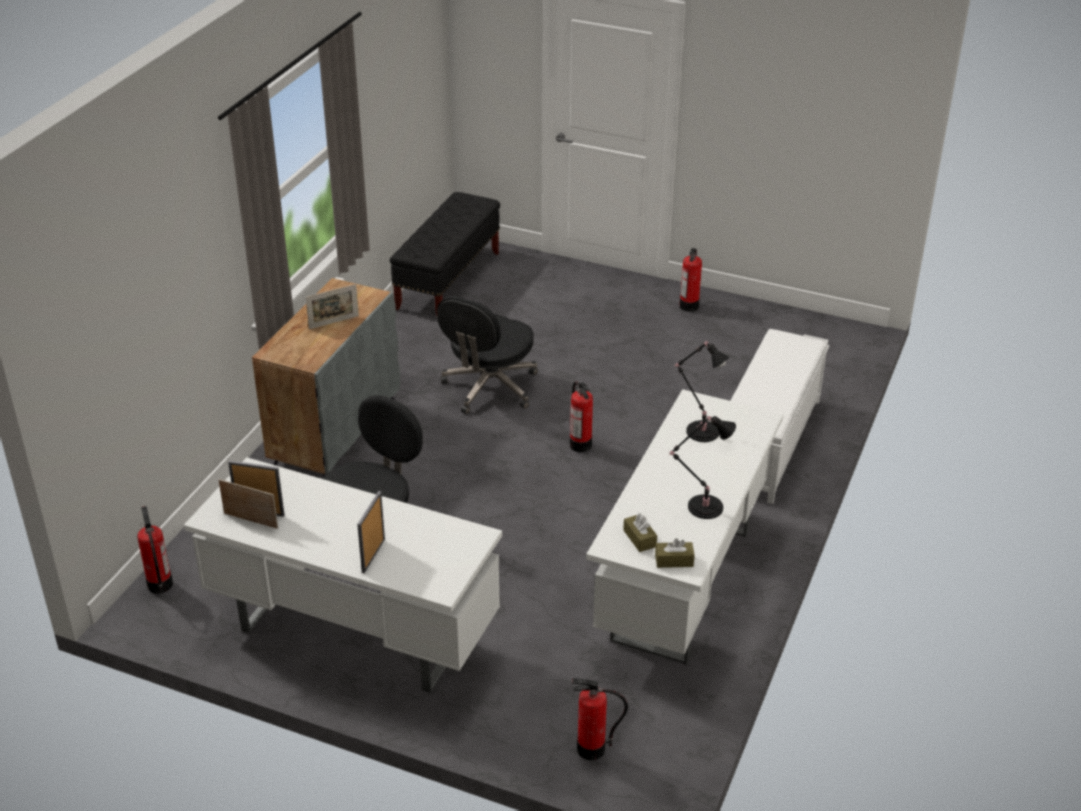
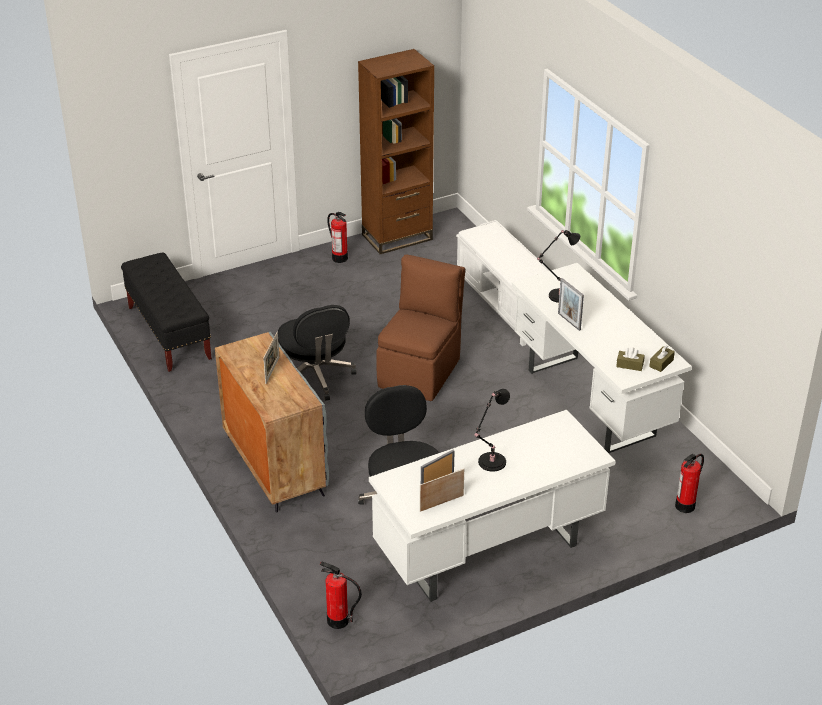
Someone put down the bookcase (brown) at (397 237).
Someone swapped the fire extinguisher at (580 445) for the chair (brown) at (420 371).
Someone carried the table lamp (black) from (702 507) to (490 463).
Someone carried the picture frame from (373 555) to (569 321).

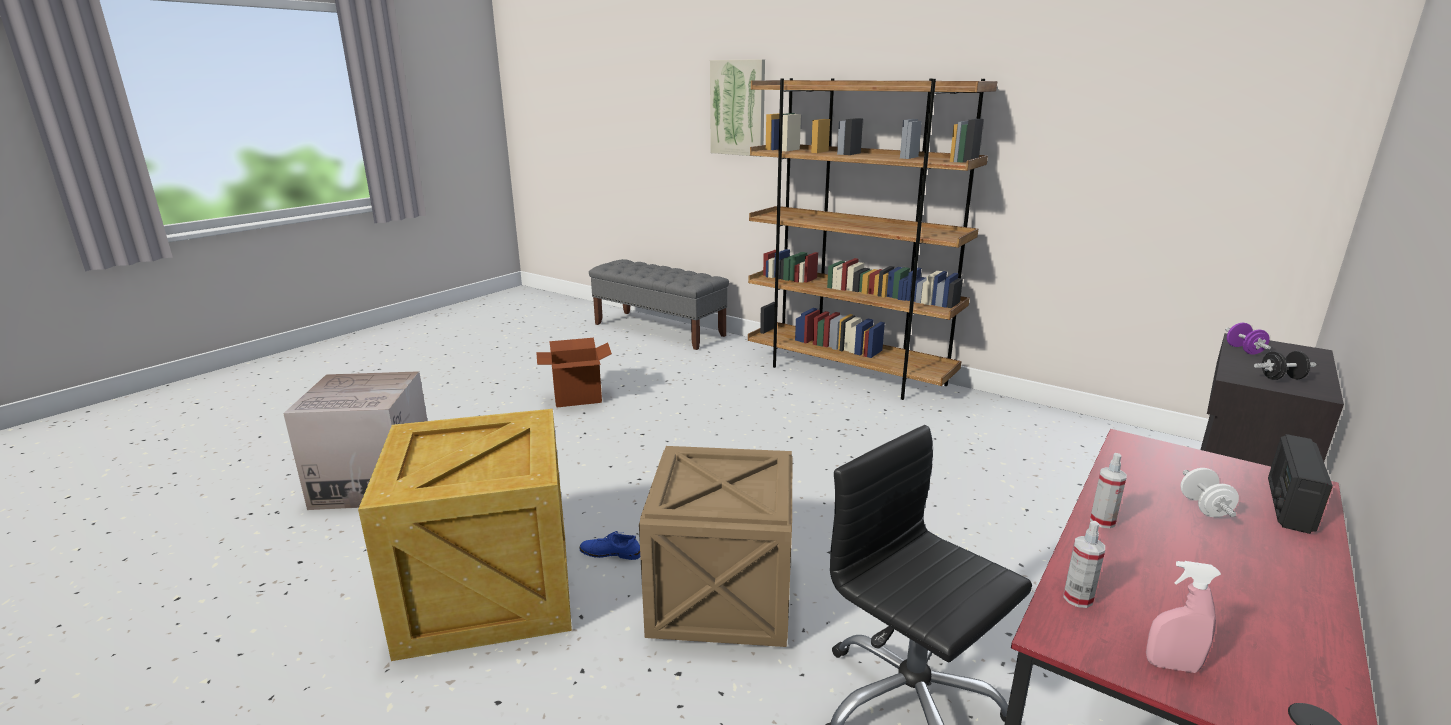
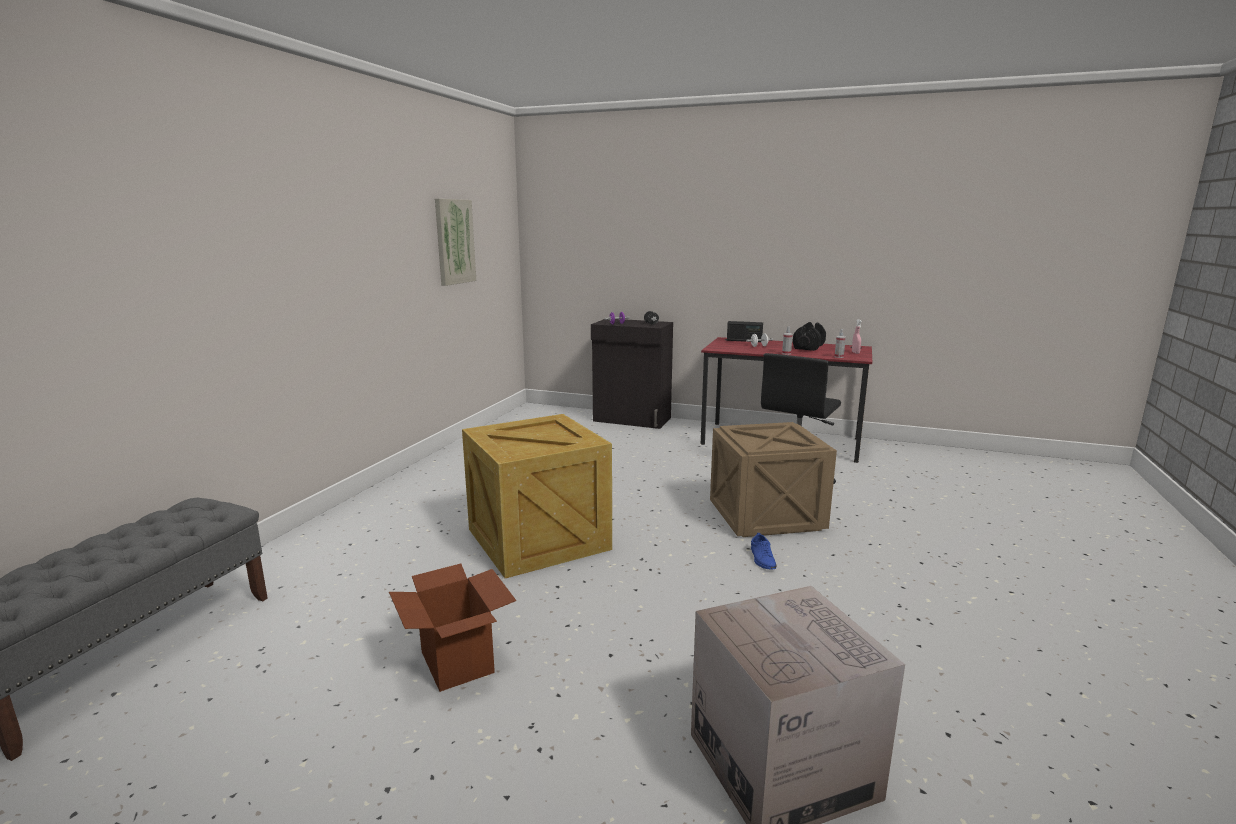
Someone carried the picture from (738 108) to (454 241).
Someone carried the crate from (485 592) to (540 539).
Someone put down the dumbbell (black) at (808 347).
Someone took away the bookcase (brown) at (848 373).

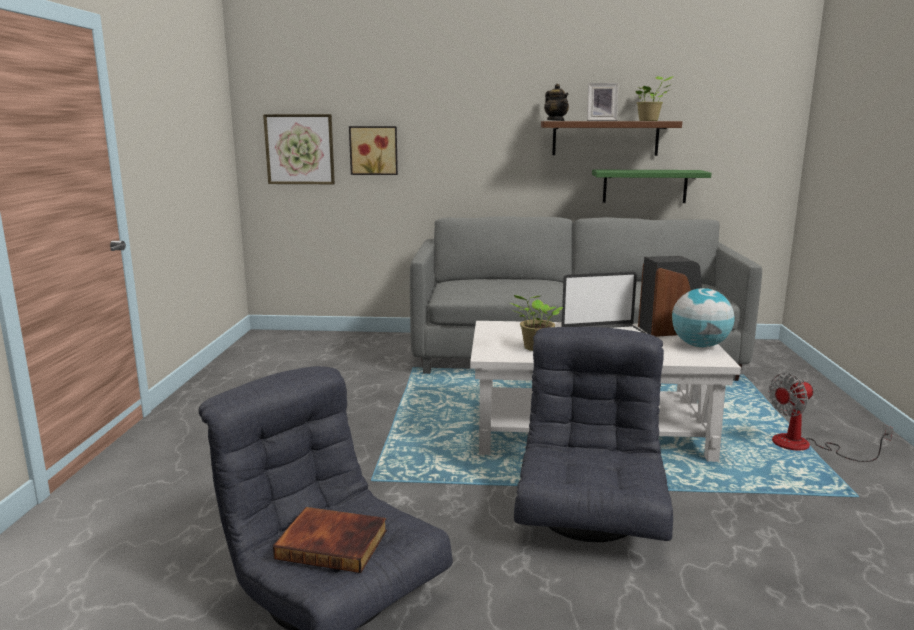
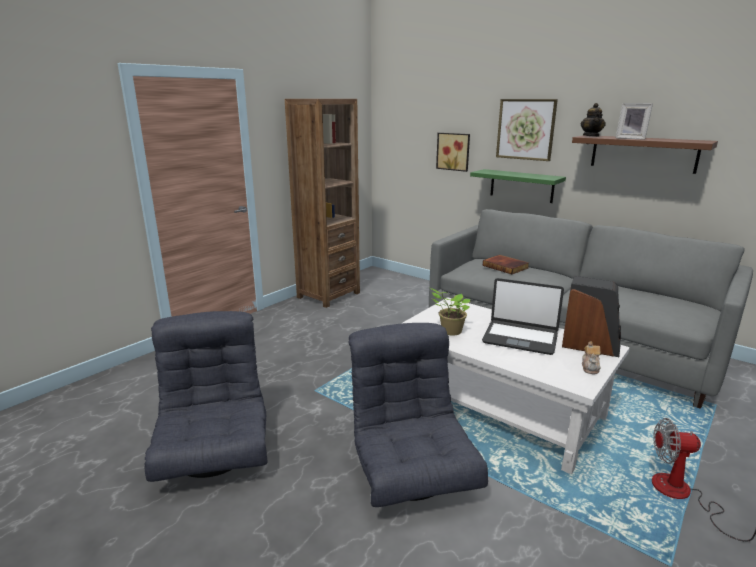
Someone put down the bookcase (brown) at (328 295).
Someone rotated the armchair (grey) at (590 515) by 60 degrees counterclockwise.
Someone carried the shelf (green) from (645 186) to (521 186).
Someone carried the book from (333 543) to (506 266).
Someone carried the picture from (300 149) to (525 129).
Someone swapped the globe at (699 345) for the teapot at (590 367).
Someone took away the potted plant at (650 120).

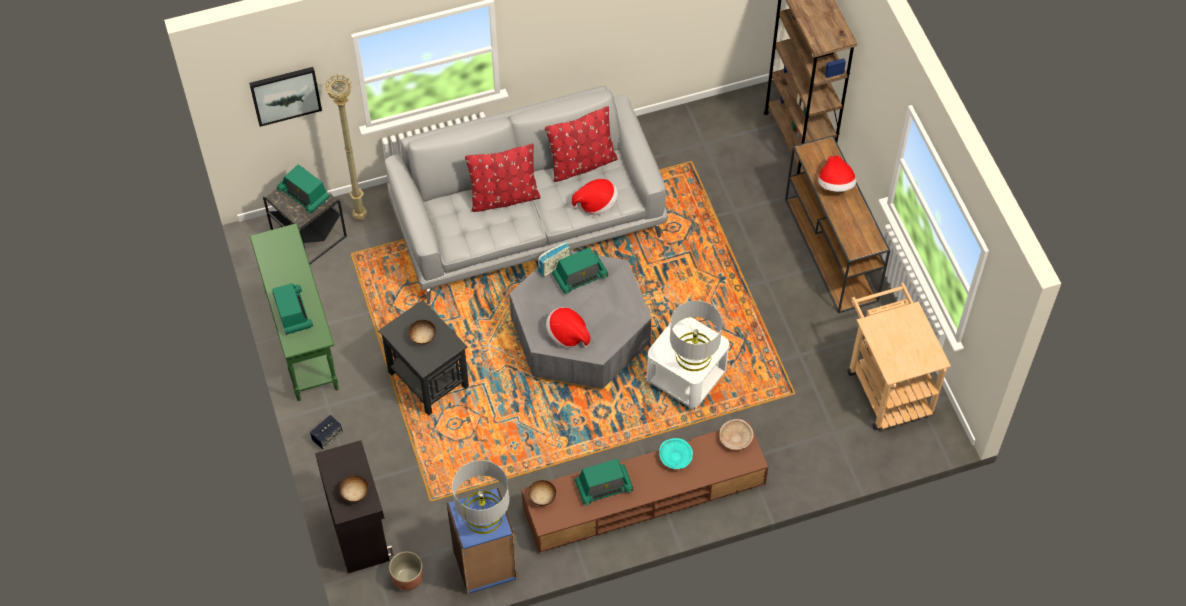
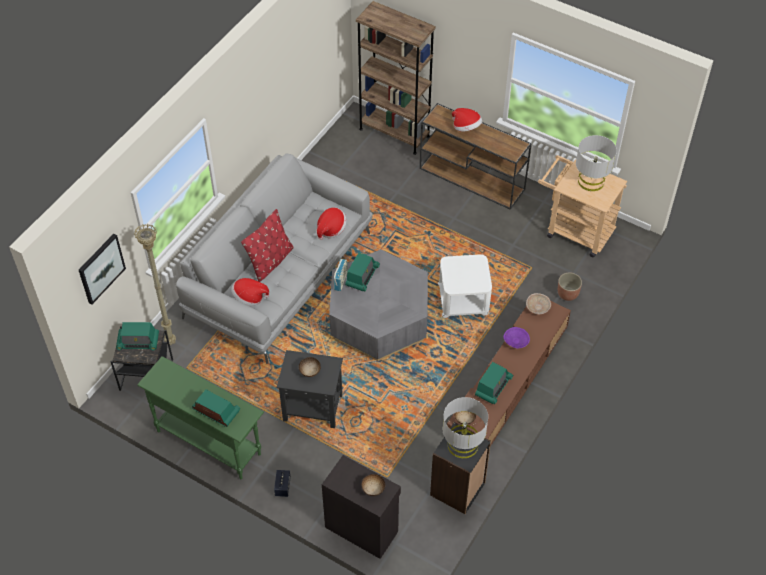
Someone carried the hat from (567 335) to (249 298).
Someone repainted the bookcase (blue) at (485 565), which became the bookcase (black) at (458 489).
Someone repainted the bowl (turquoise) at (675 458), which became the bowl (purple) at (516 341).
Someone carried the planter from (408 578) to (568 294).
Someone carried the table lamp (grey) from (693 356) to (591 181).
Someone took away the pillow (red) at (582 164).

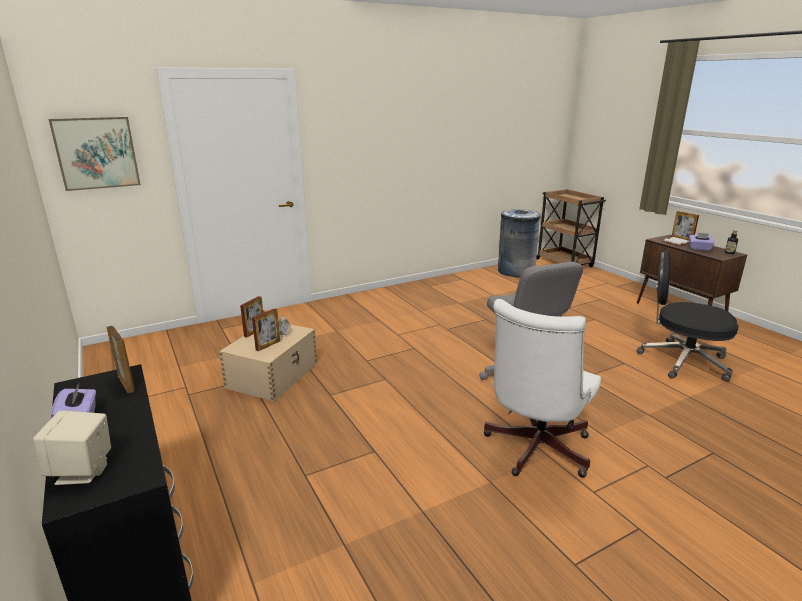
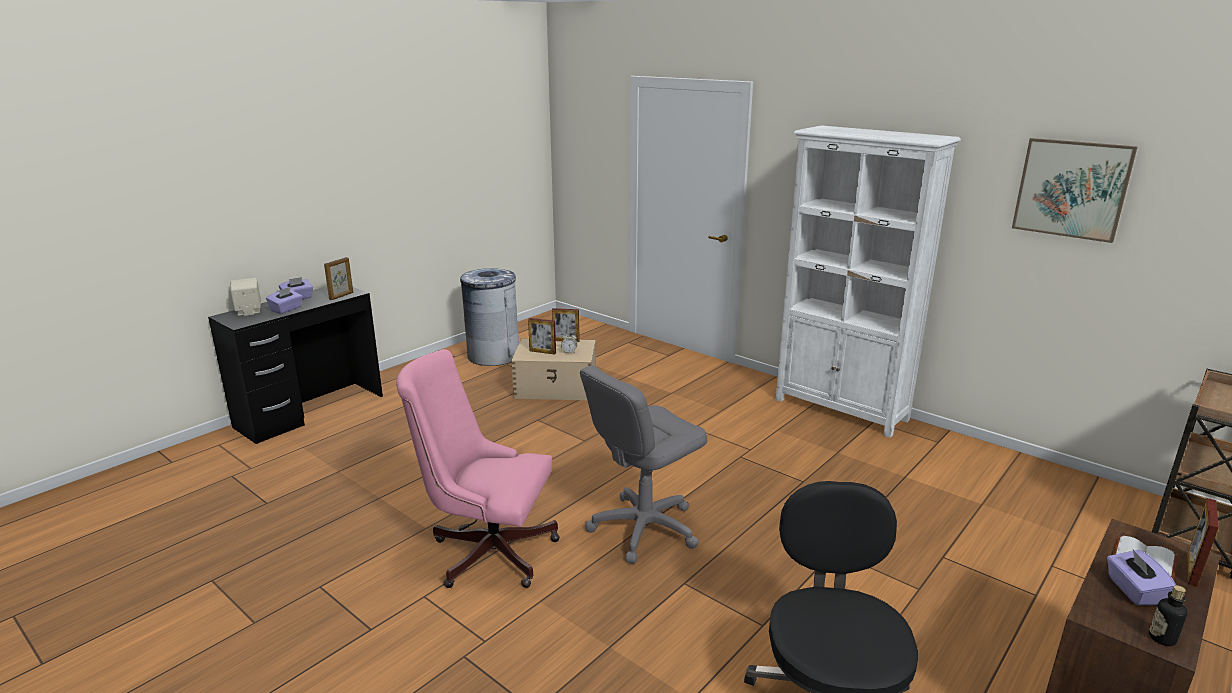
Someone put down the tissue box (purple) at (286 309).
Someone repainted the office chair (white) at (534 450), which became the office chair (pink) at (486 550).
Someone carried the trash can (grey) from (516 271) to (493 356).
Someone put down the bookcase (white) at (841 410).
Someone carried the picture from (96 153) to (1071 189).

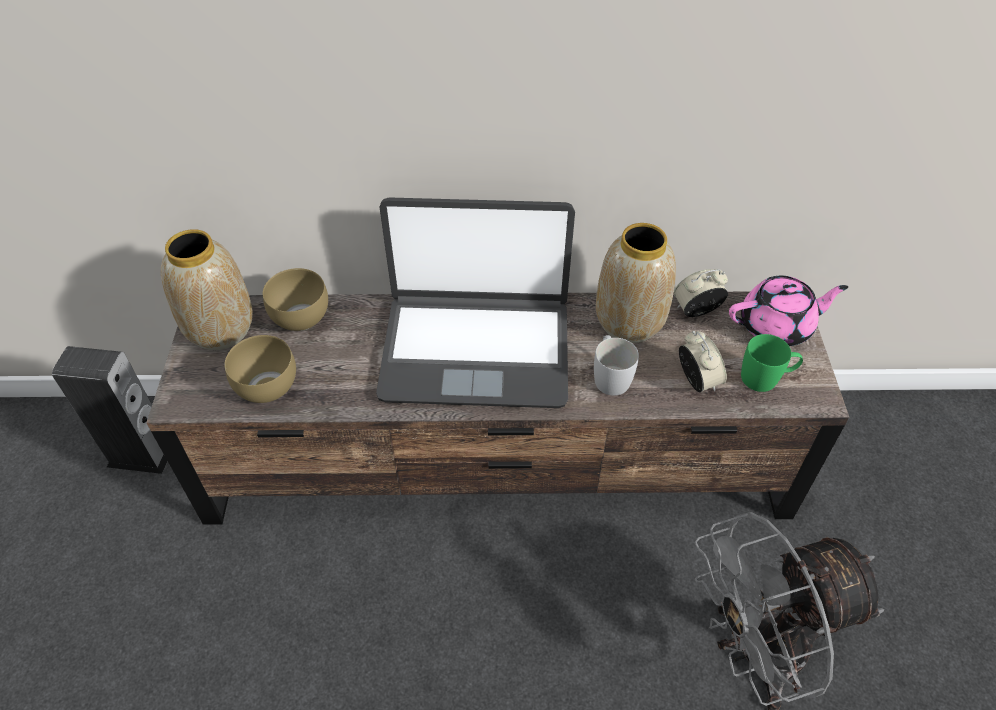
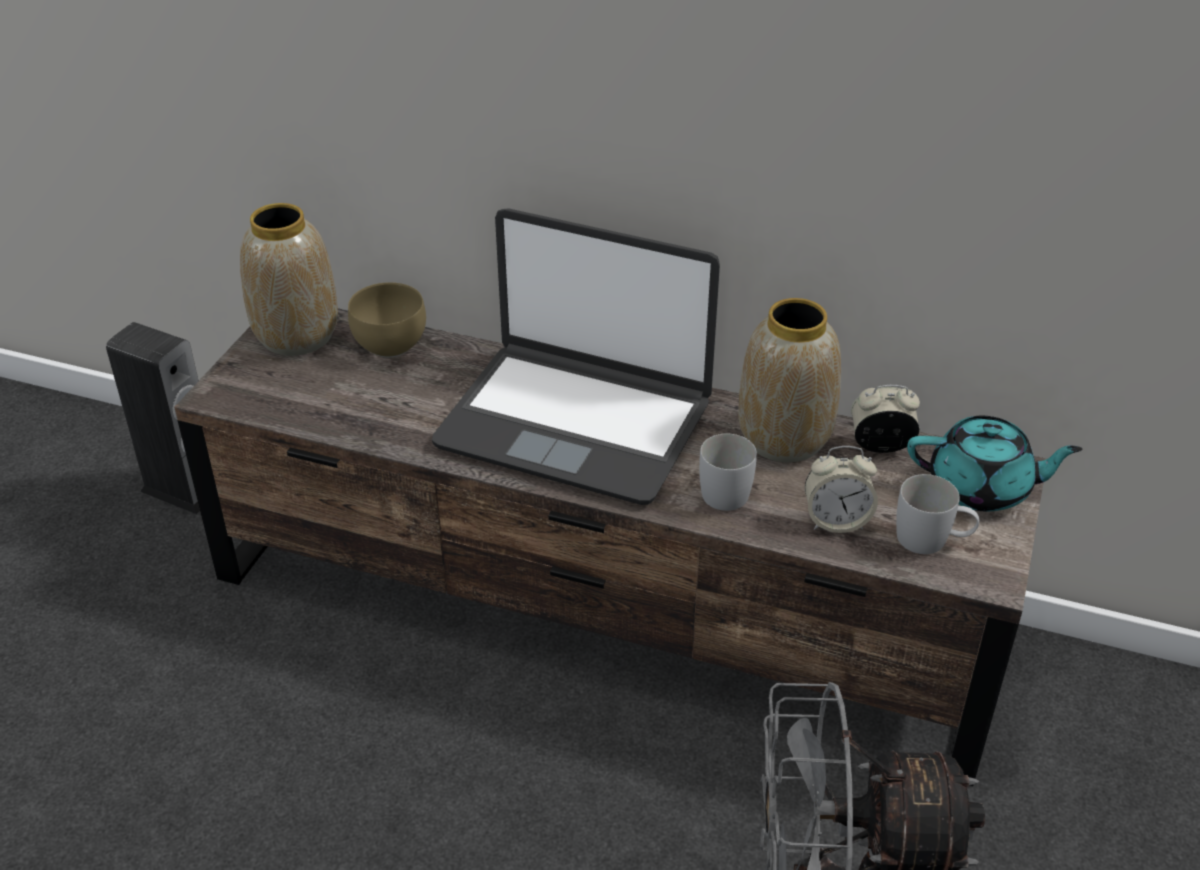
Someone rotated the alarm clock at (697 381) by 90 degrees clockwise.
Someone repainted the mug (green) at (766 378), which became the mug (white) at (932 540).
Someone repainted the teapot (pink) at (777 326), which became the teapot (turquoise) at (981 488).
Someone took away the bowl (brown) at (265 388).

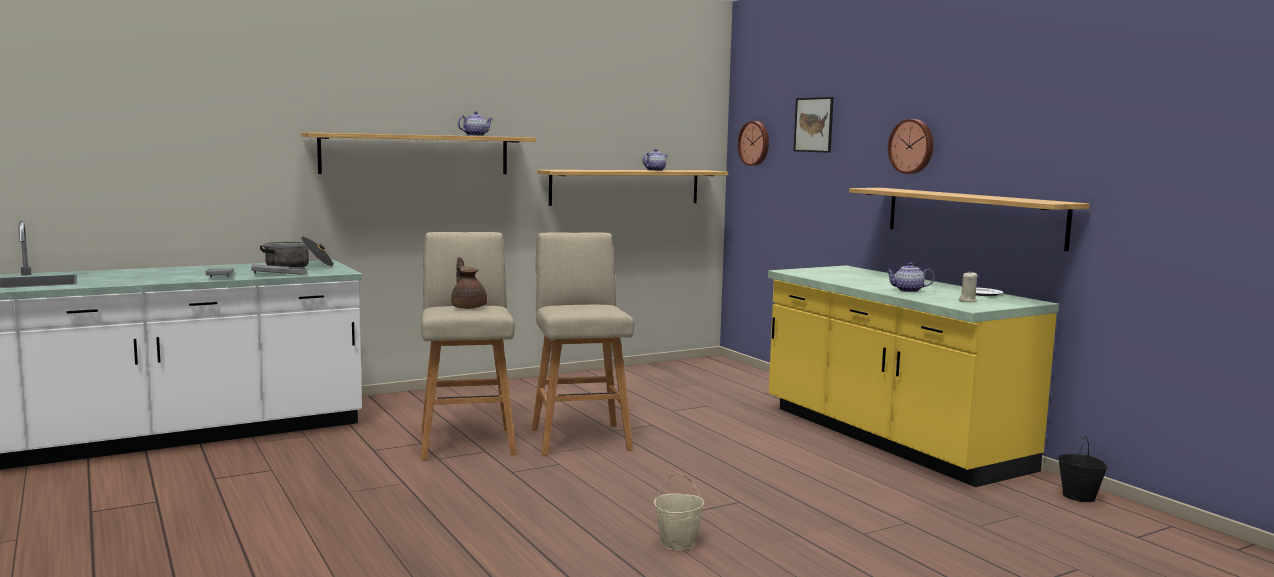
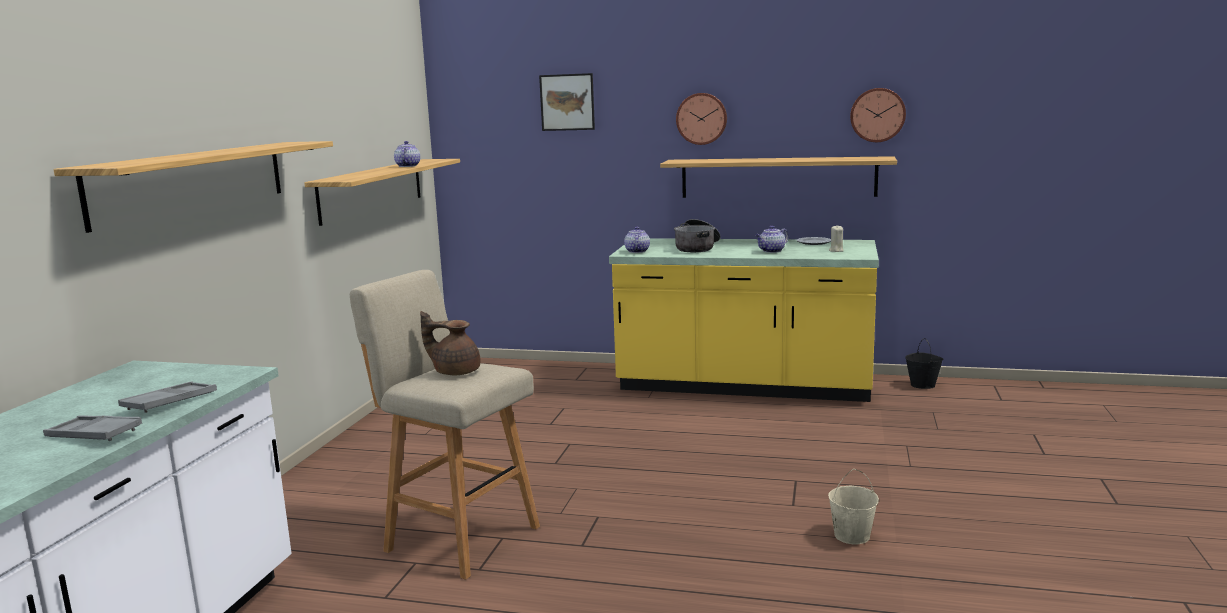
Someone carried the teapot from (475 135) to (637 251).
Someone carried the cooking pot from (298 266) to (697 247).
Someone carried the wall clock from (755 143) to (877 115).
Someone took away the stool (beige) at (580 438).

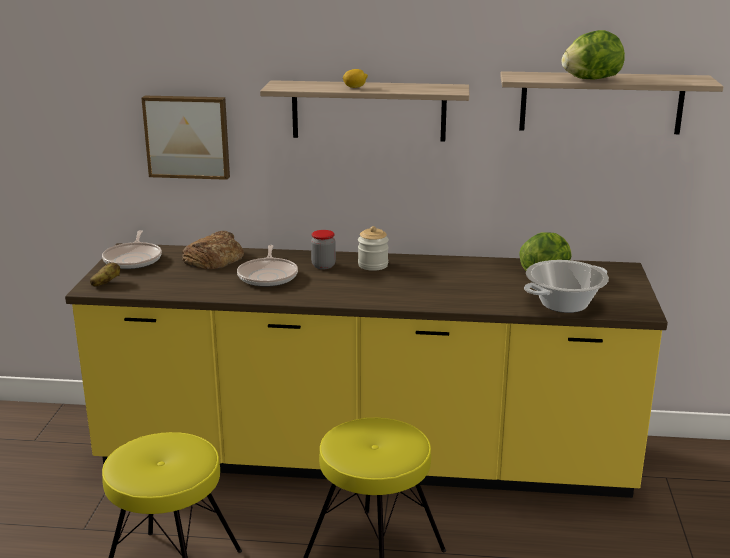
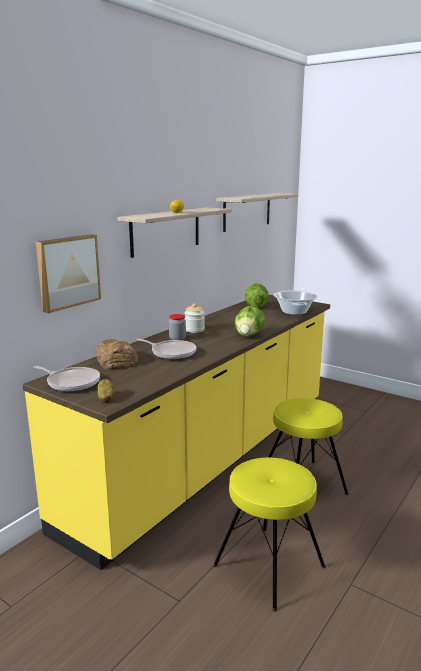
Someone carried the lettuce from (590 79) to (249 335).

